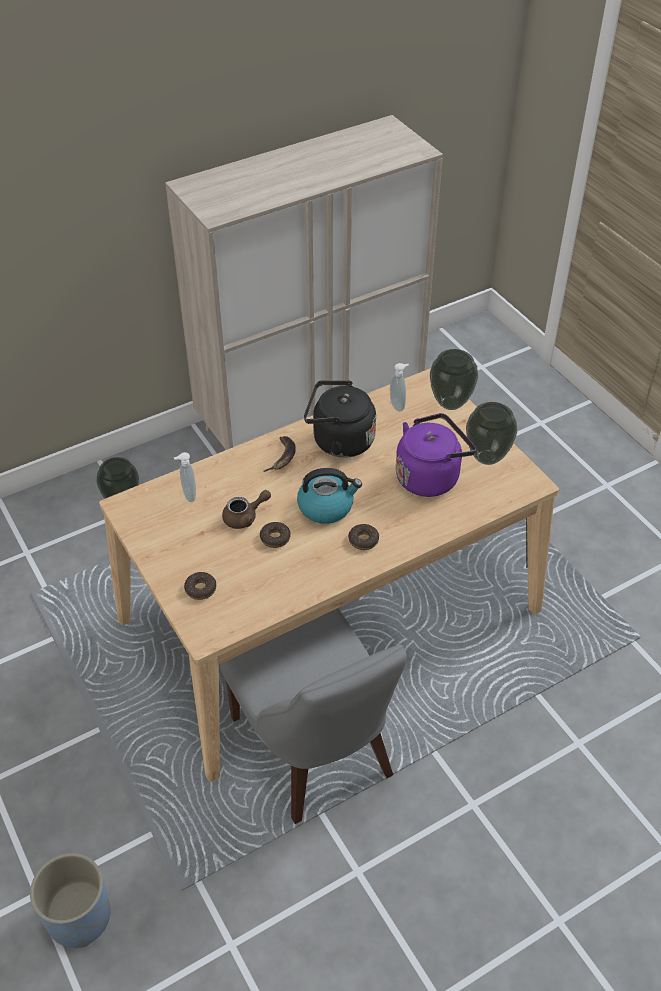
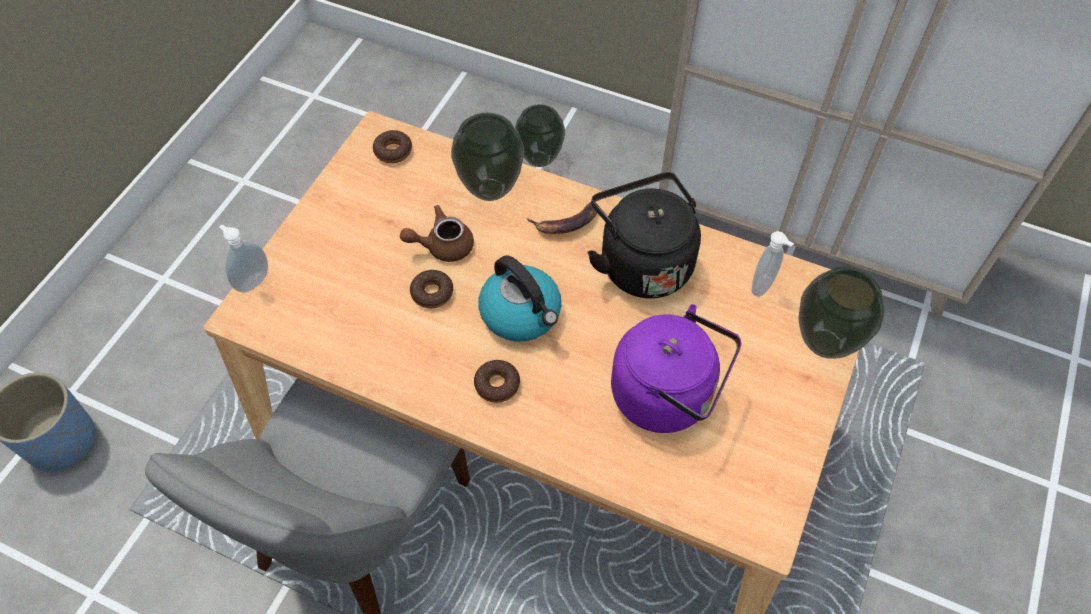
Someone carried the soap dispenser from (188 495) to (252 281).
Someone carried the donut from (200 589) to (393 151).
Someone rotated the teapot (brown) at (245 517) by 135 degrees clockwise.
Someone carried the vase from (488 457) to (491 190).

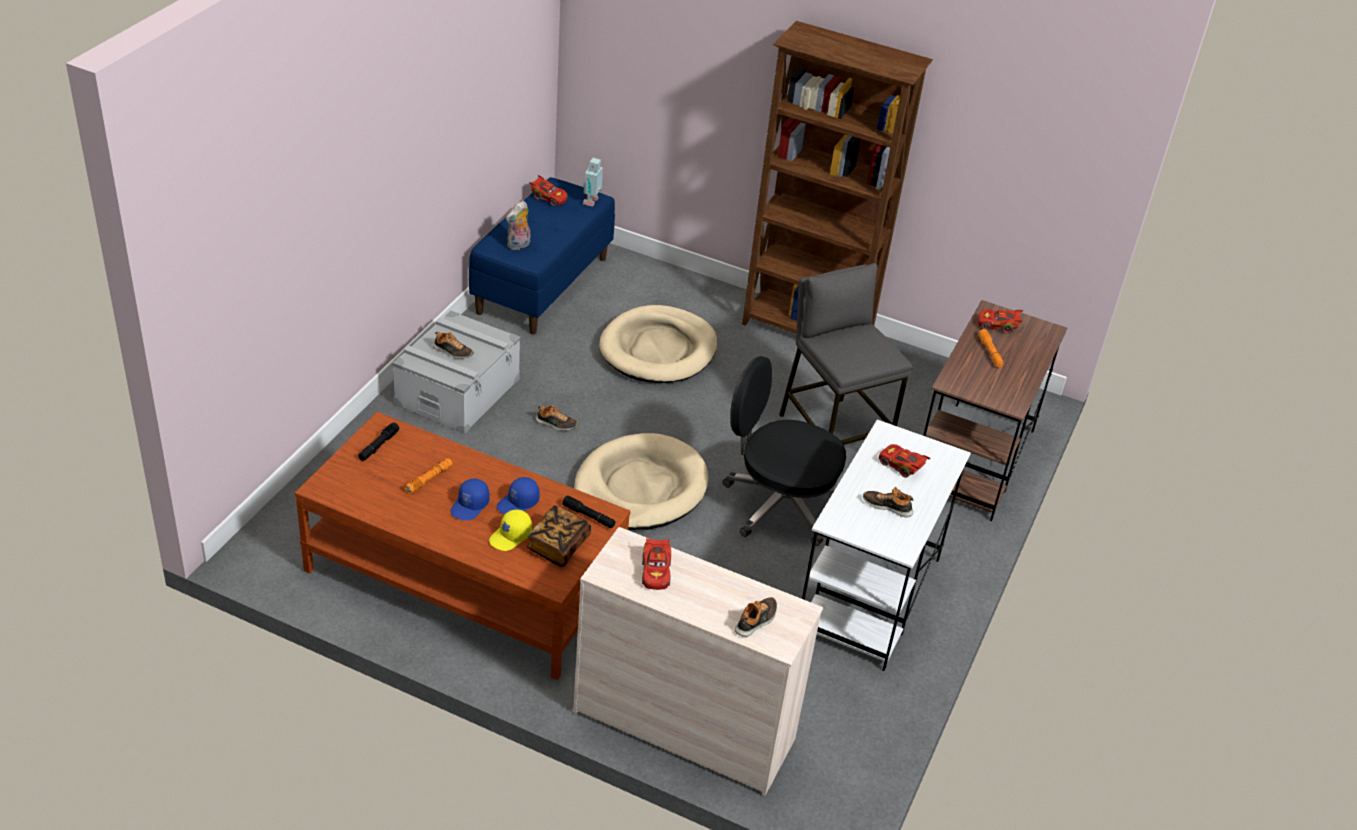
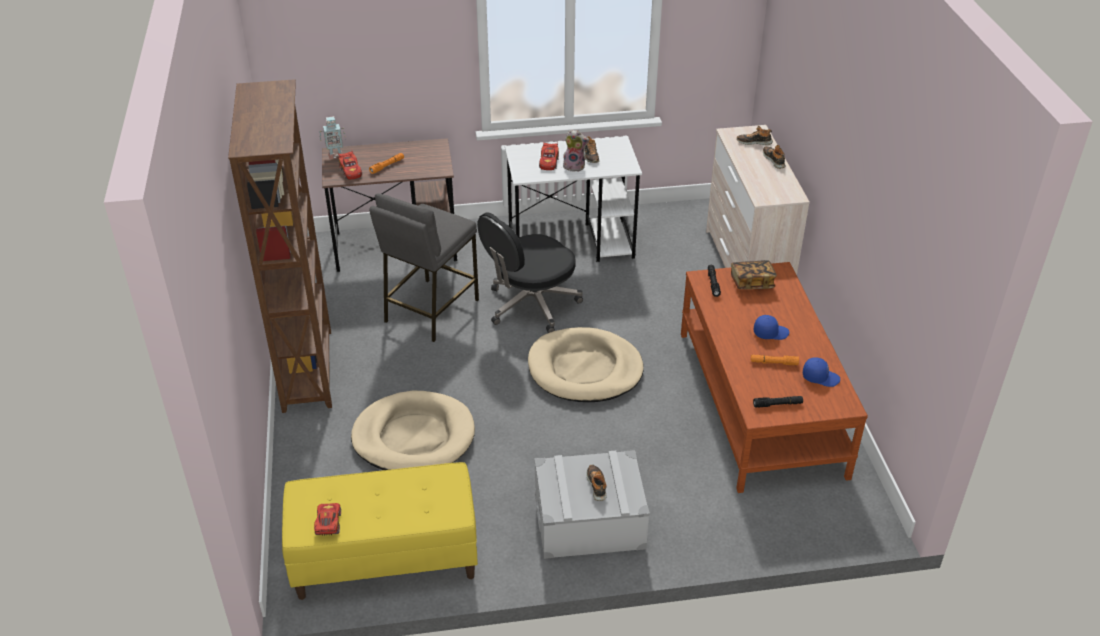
Someone repainted the bench (blue) at (542 284), which became the bench (yellow) at (384 559).
Someone carried the toy robot from (592 201) to (335 155).
Someone rotated the office chair (black) at (779 504) by 60 degrees clockwise.
Someone carried the plush toy from (519 245) to (575 166).
Someone carried the shoe from (556 424) to (774 160).
Someone carried the cap (blue) from (518 503) to (820 377).
Someone took away the cap (yellow) at (511 537).
Someone took away the toy car (red) at (656 571).

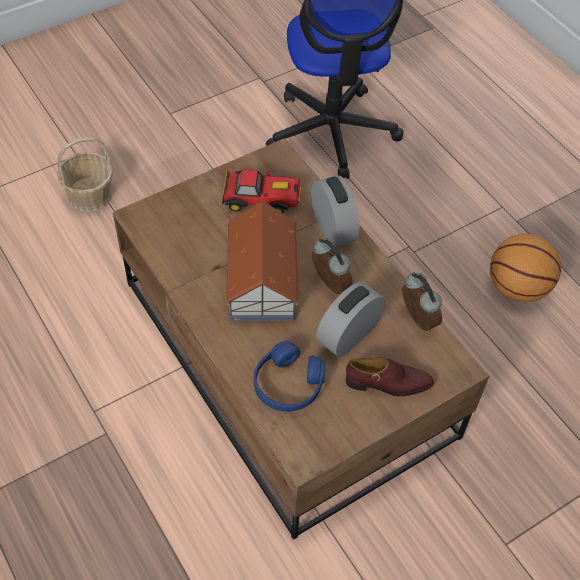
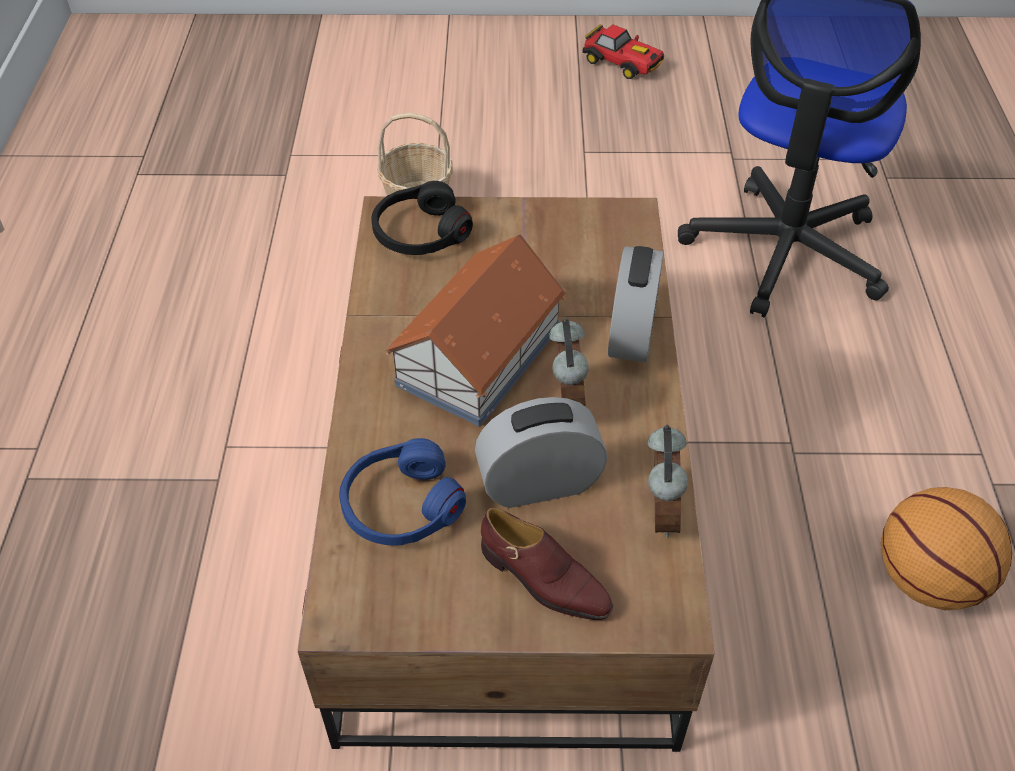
Someone put down the headphones (black) at (420 233).
Someone carried the toy car from (262 199) to (622 64).

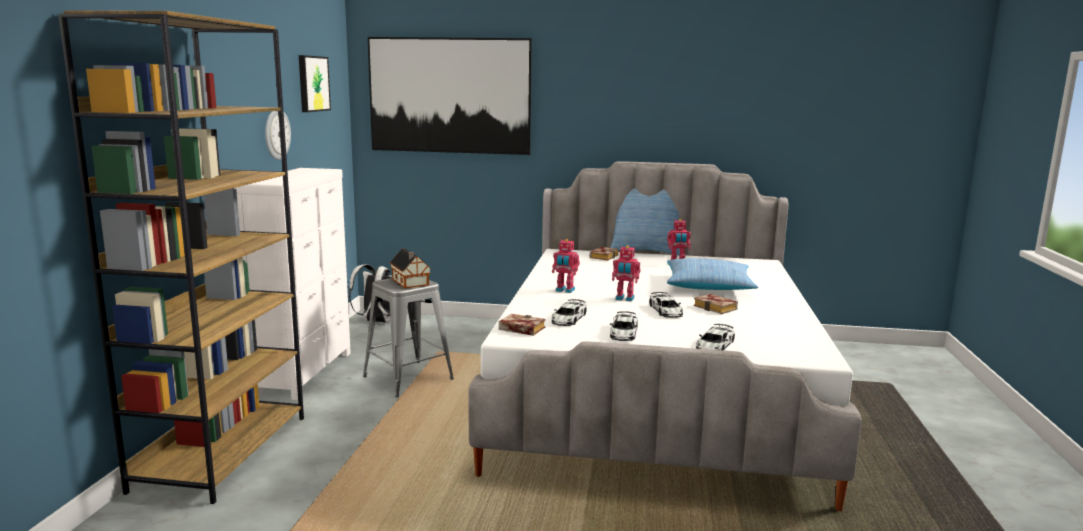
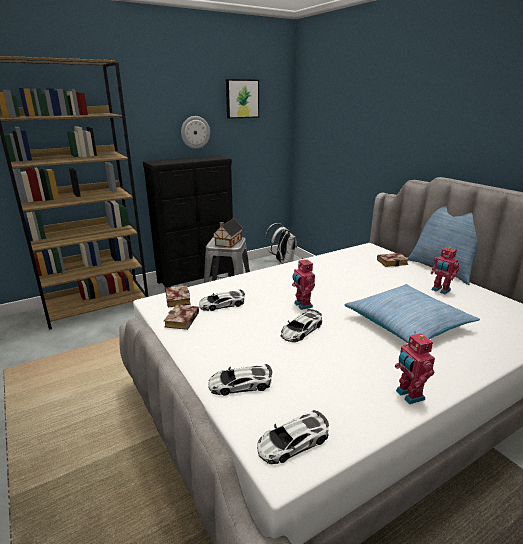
Someone repainted the dresser (white) at (307 373), which became the dresser (black) at (197 279).
Someone carried the book from (717 308) to (182 321).
Someone carried the toy car from (623 332) to (292 442).
Someone carried the toy robot from (564 290) to (408 395).
Someone took away the picture at (449 96).

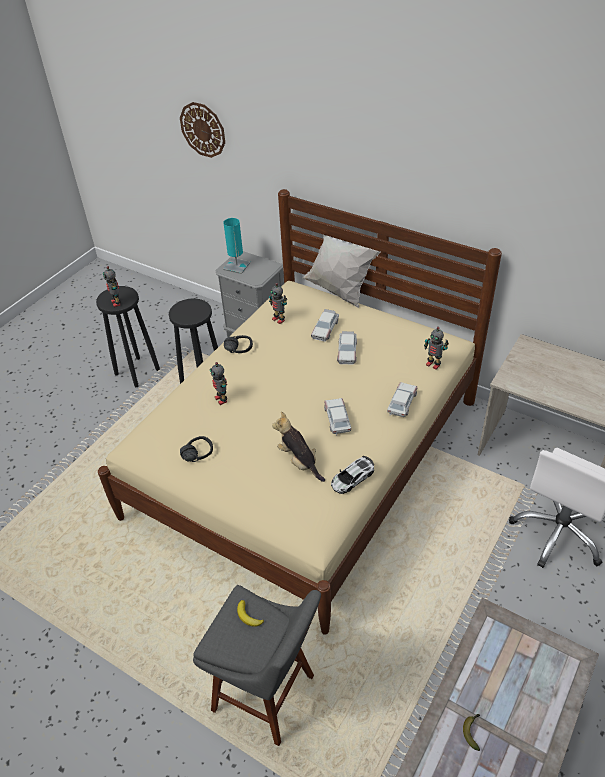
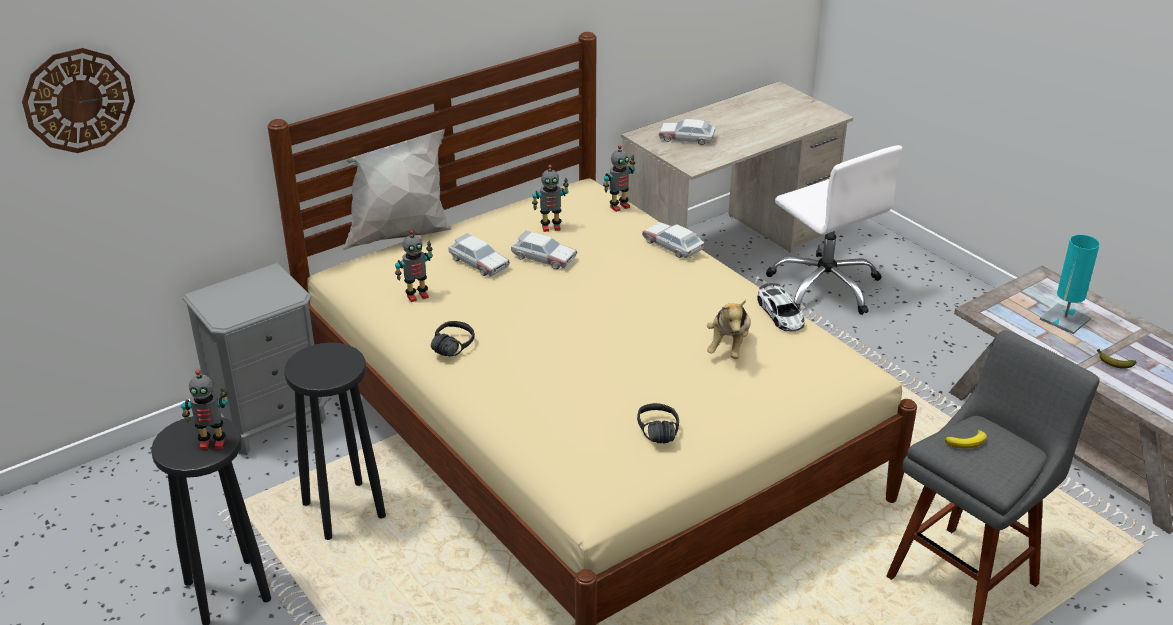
Someone carried the toy robot from (222 399) to (551 227).
Someone carried the toy car from (337 419) to (687 138).
Someone rotated the plush toy at (299 461) by 60 degrees counterclockwise.
Someone carried the table lamp (turquoise) from (236 266) to (1065 319).

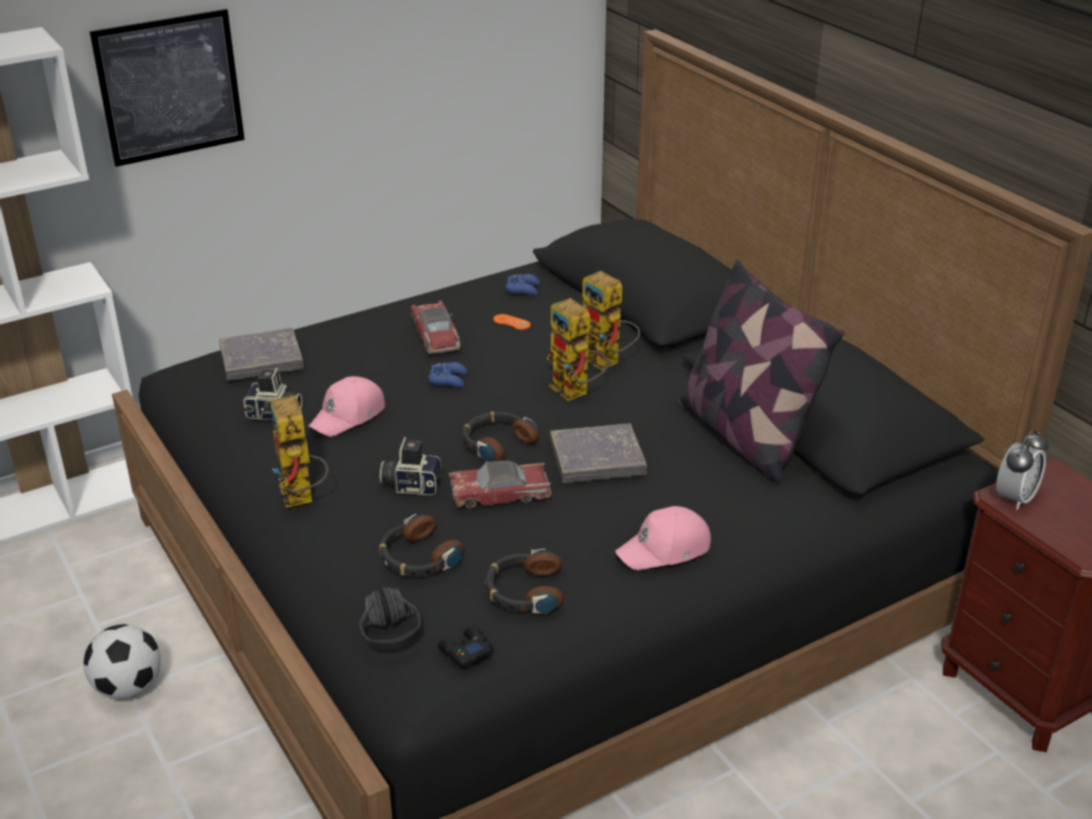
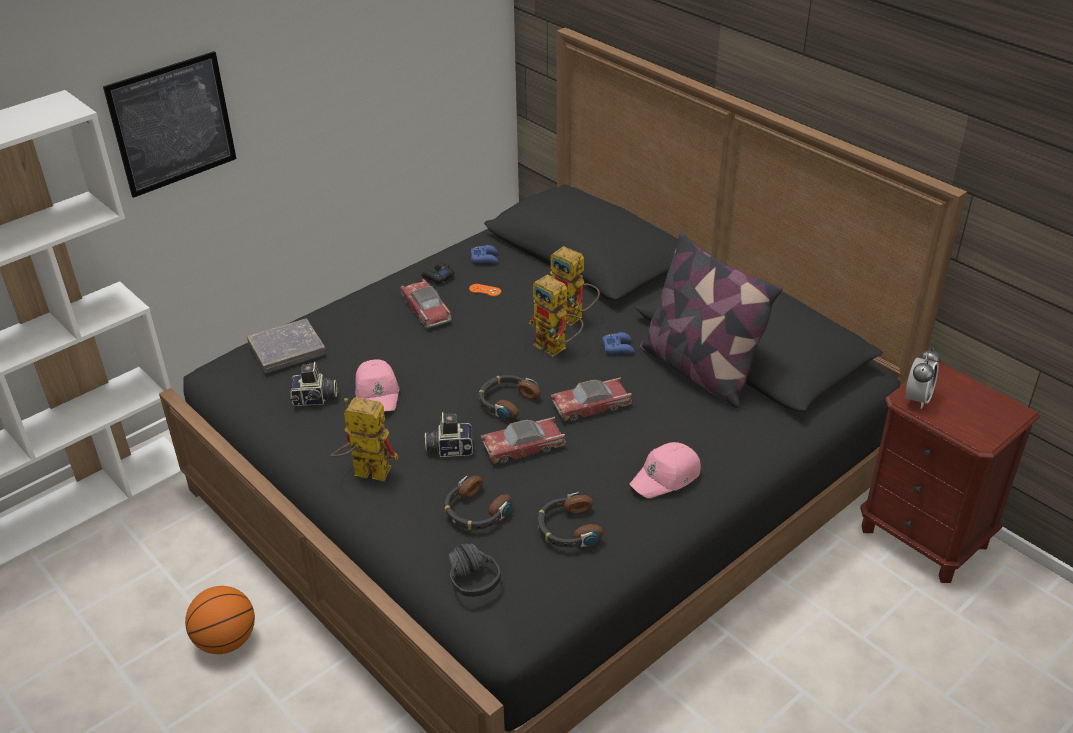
Someone swapped the football at (128 687) for the basketball at (226 641).
Someone rotated the toy robot at (302 499) by 135 degrees clockwise.
Someone rotated the cap (pink) at (349 416) by 45 degrees counterclockwise.
Someone carried the game controller (black) from (465 652) to (438 277).
Someone swapped the book (grey) at (597 459) for the toy car at (591 406).
Someone carried the game controller (blue) from (449 379) to (618 347).

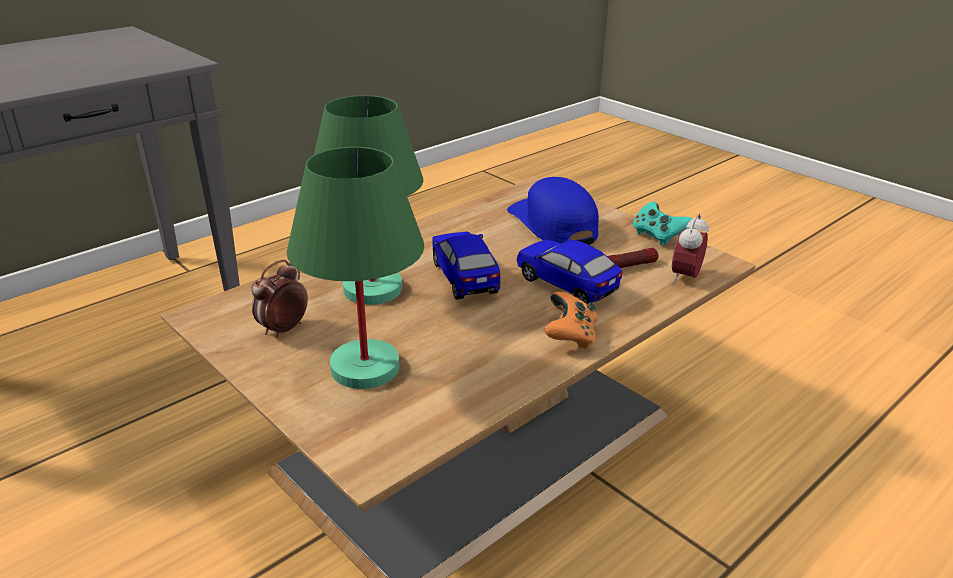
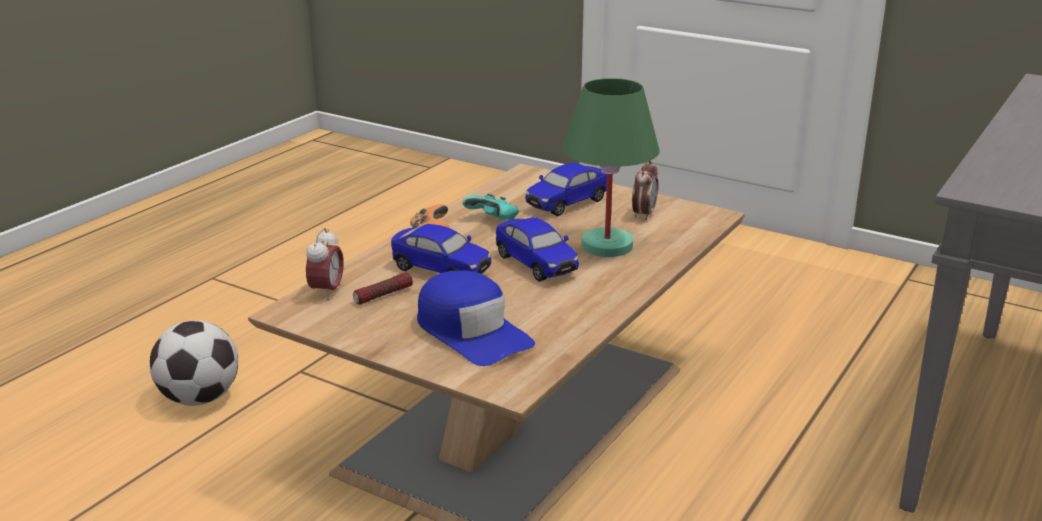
Someone put down the football at (199 398).
Someone carried the game controller (turquoise) from (658 236) to (493 220).
Someone swapped the table lamp (green) at (363 367) for the toy car at (566 204).

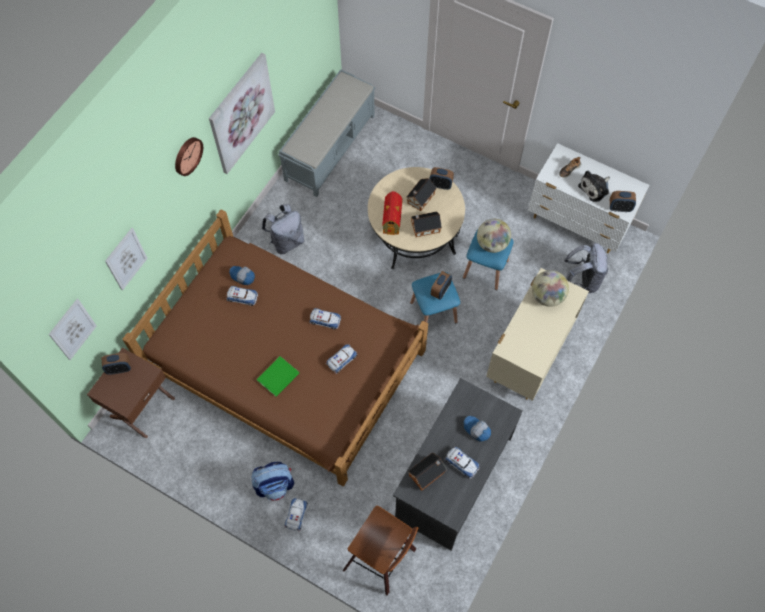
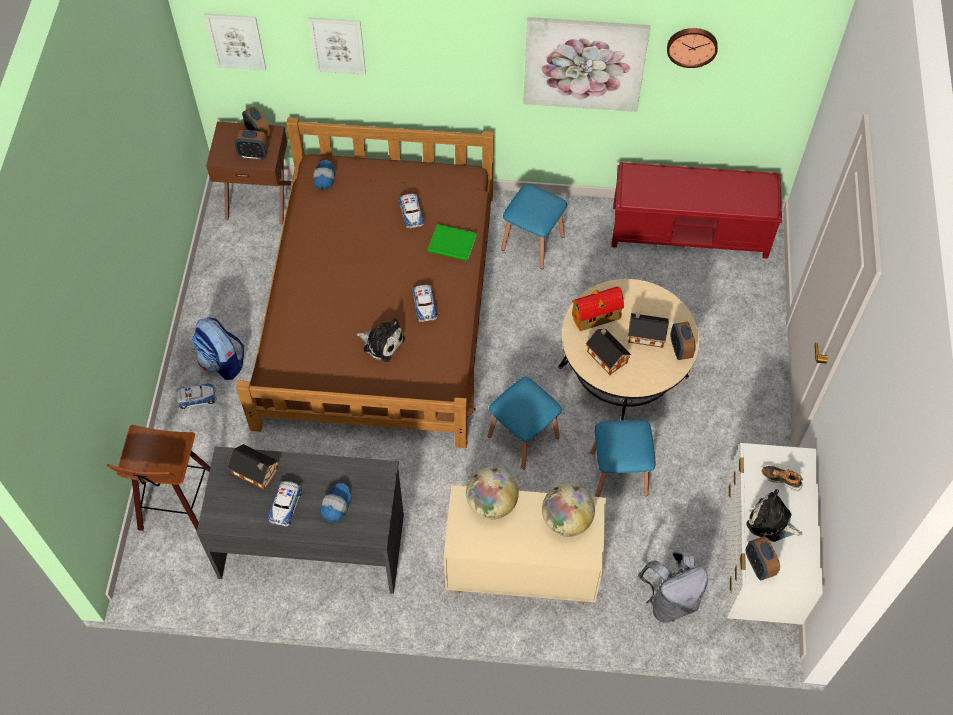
Someone carried the alarm clock from (440 291) to (253 154).
Someone carried the cap from (242 277) to (324 178).
Someone swapped the toy car at (341 359) for the plush toy at (382 342).
Someone carried the book (green) from (279 376) to (453 245).
Someone carried the globe from (492 244) to (491 503).
Someone swapped the backpack (grey) at (286 241) for the stool (blue) at (533 243).
Someone repainted the bench (grey) at (330 147), which became the bench (red) at (690 231).
Someone carried the wall clock from (187 155) to (692 45).

